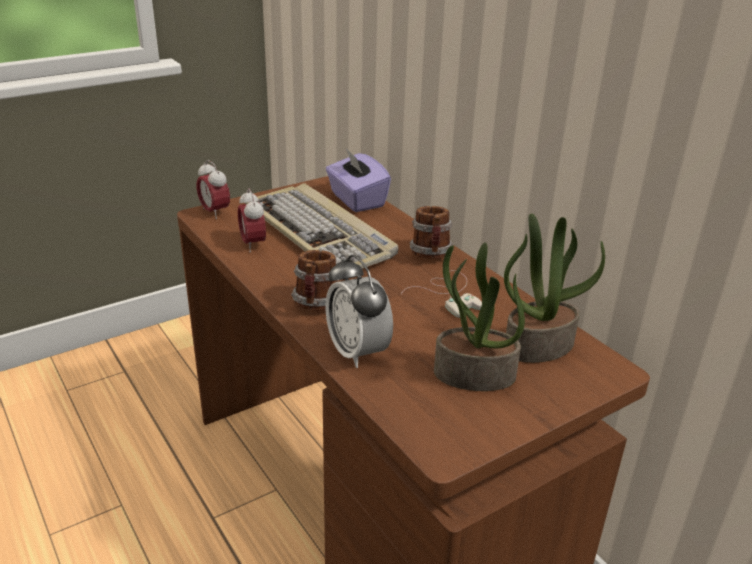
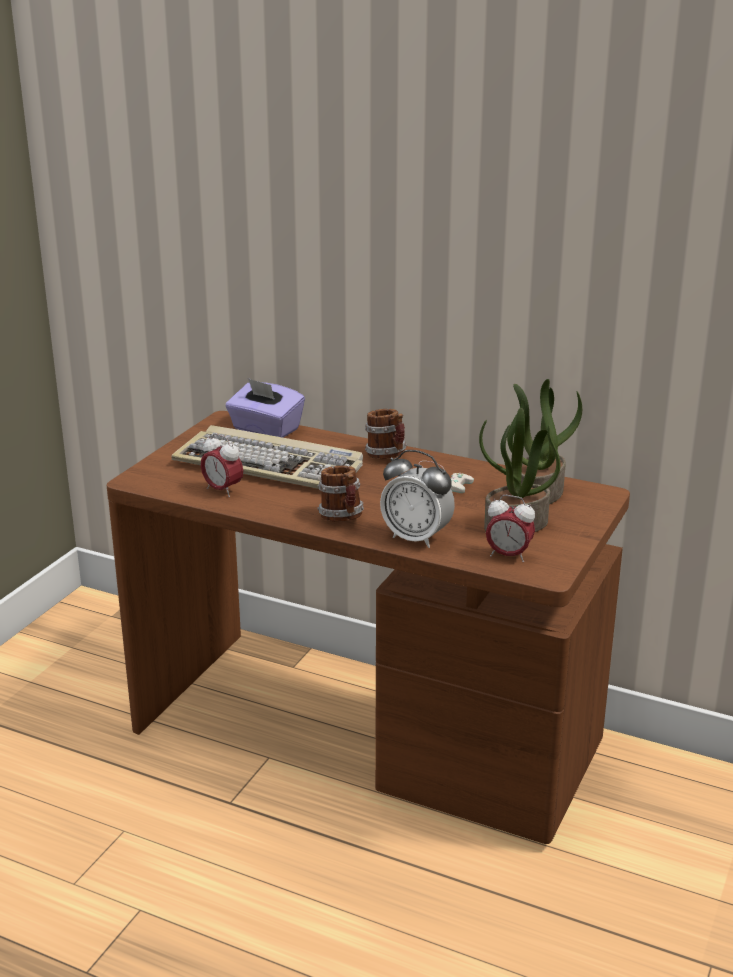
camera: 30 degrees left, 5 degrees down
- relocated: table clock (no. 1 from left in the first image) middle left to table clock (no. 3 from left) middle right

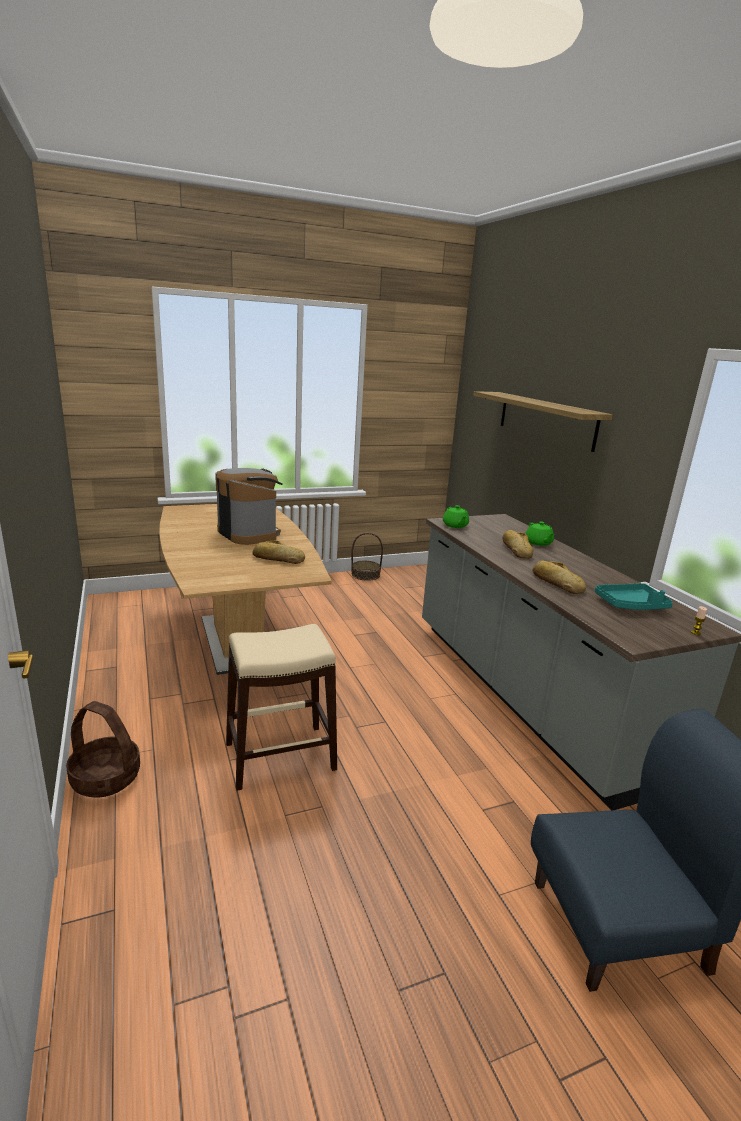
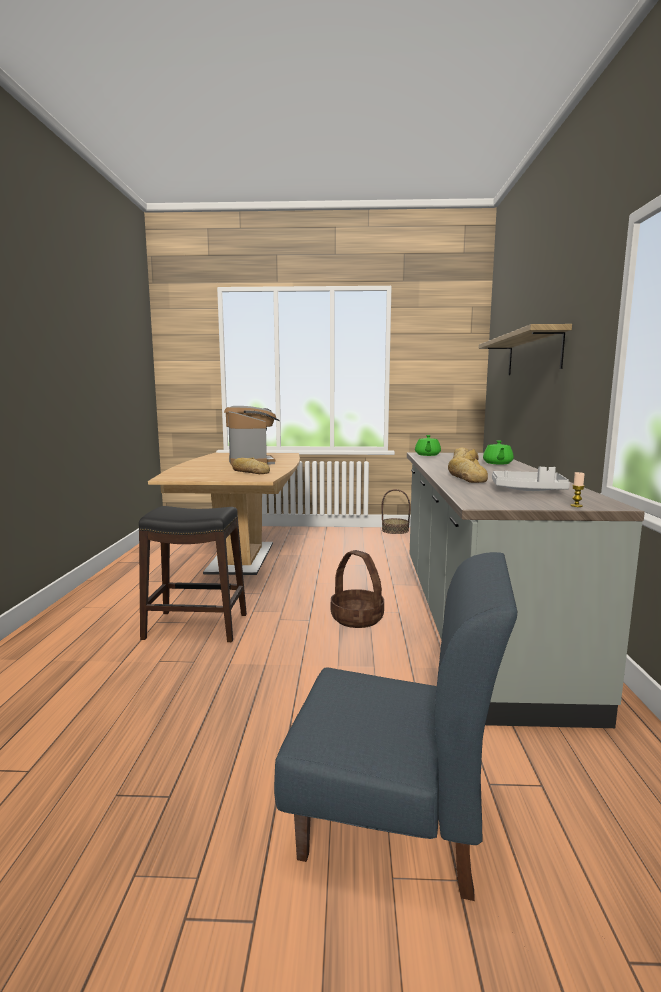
camera: 25 degrees right, 10 degrees down
- colour: carrying tray/blue-green middle right to carrying tray/gray middle right
- colour: stool/beige-coloured centre to stool/black-coloured middle left
- relocated: household basket (no. 1 from left) bottom left to centre

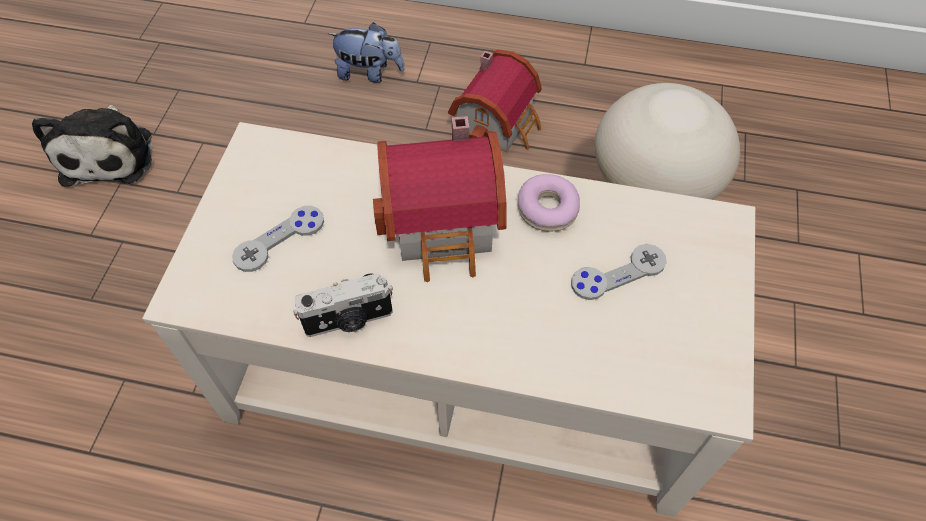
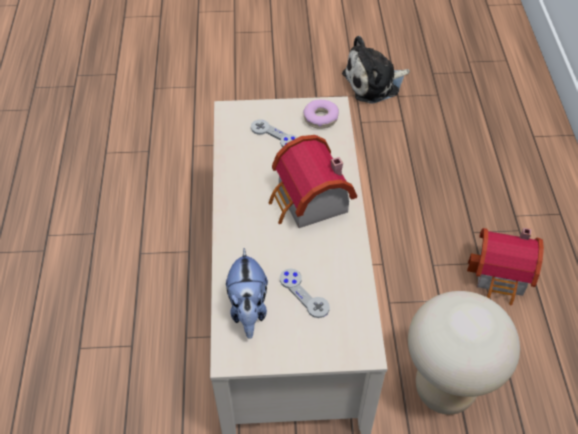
camera: 75 degrees right, 5 degrees down
- relocated: plush toy (no. 2 from left in the first image) top centre to plush toy (no. 1 from left) bottom centre
- relocated: doughnut centre to top centre
- missing: still camera centre

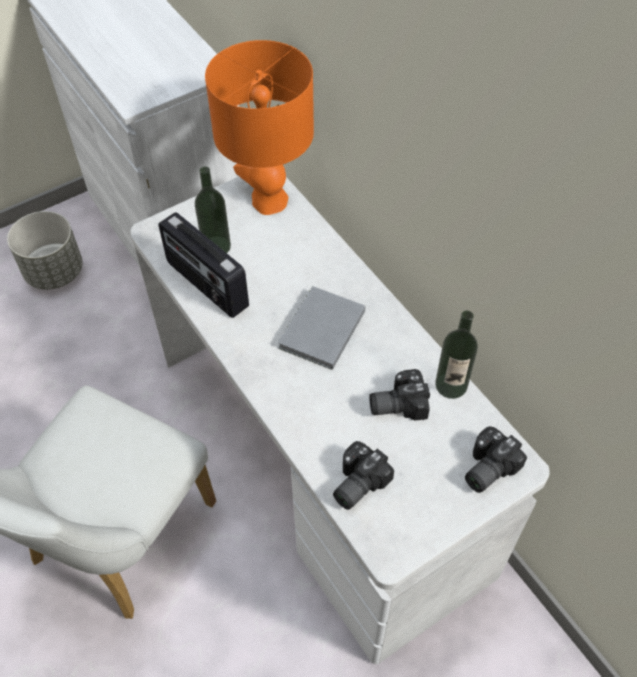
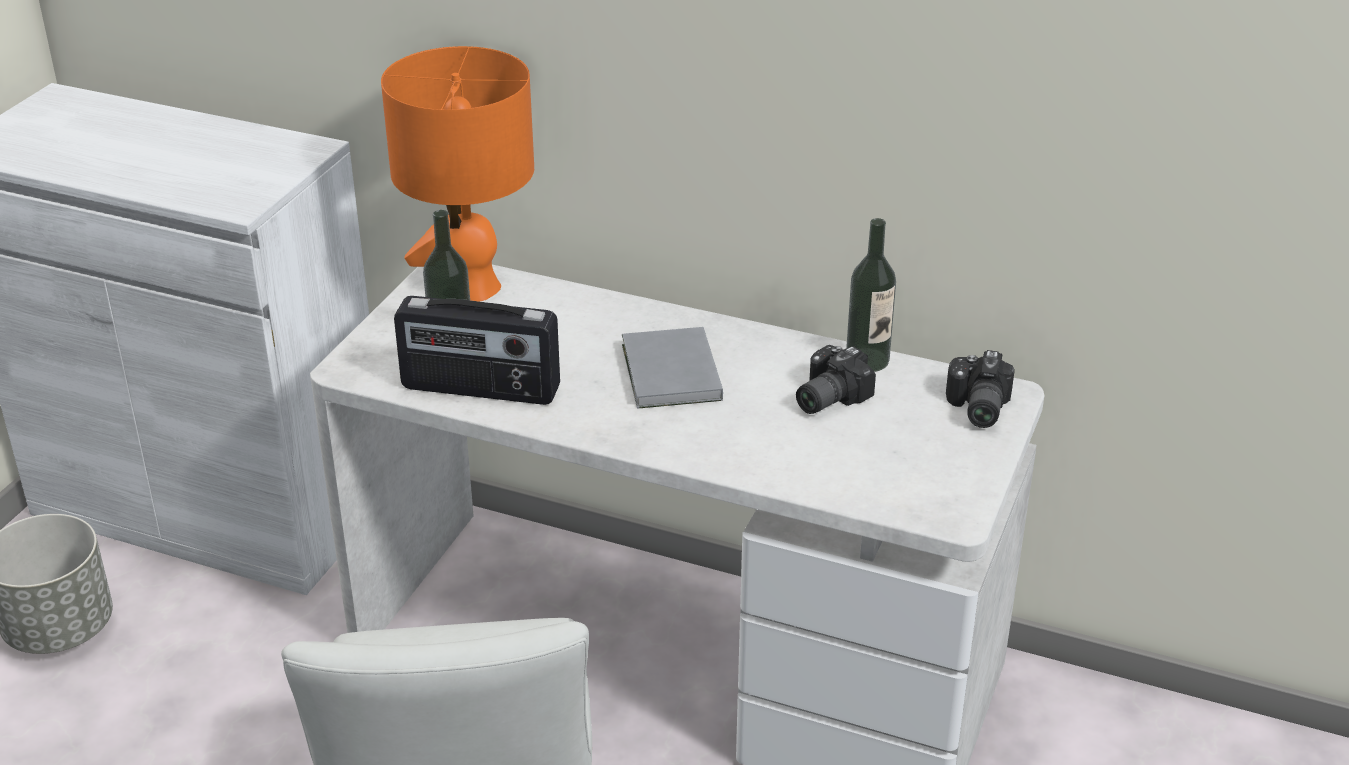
camera: 35 degrees left, 20 degrees down
- missing: still camera (no. 1 from left) bottom centre

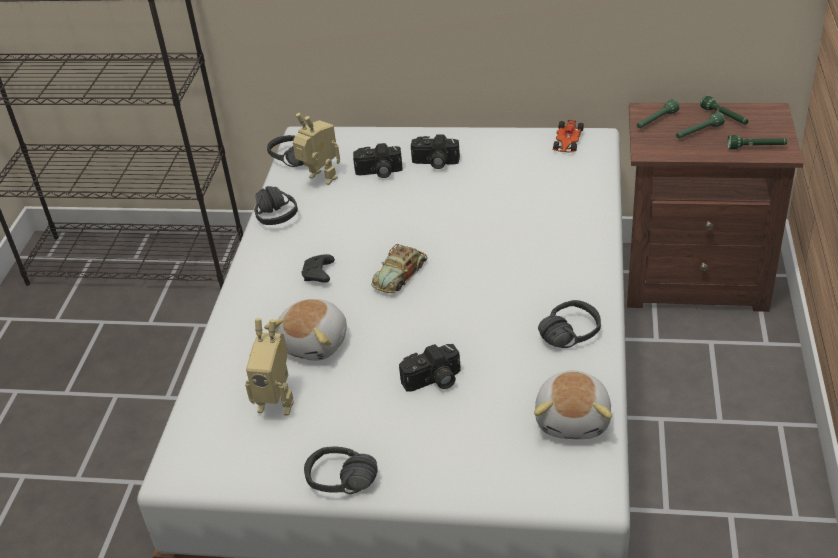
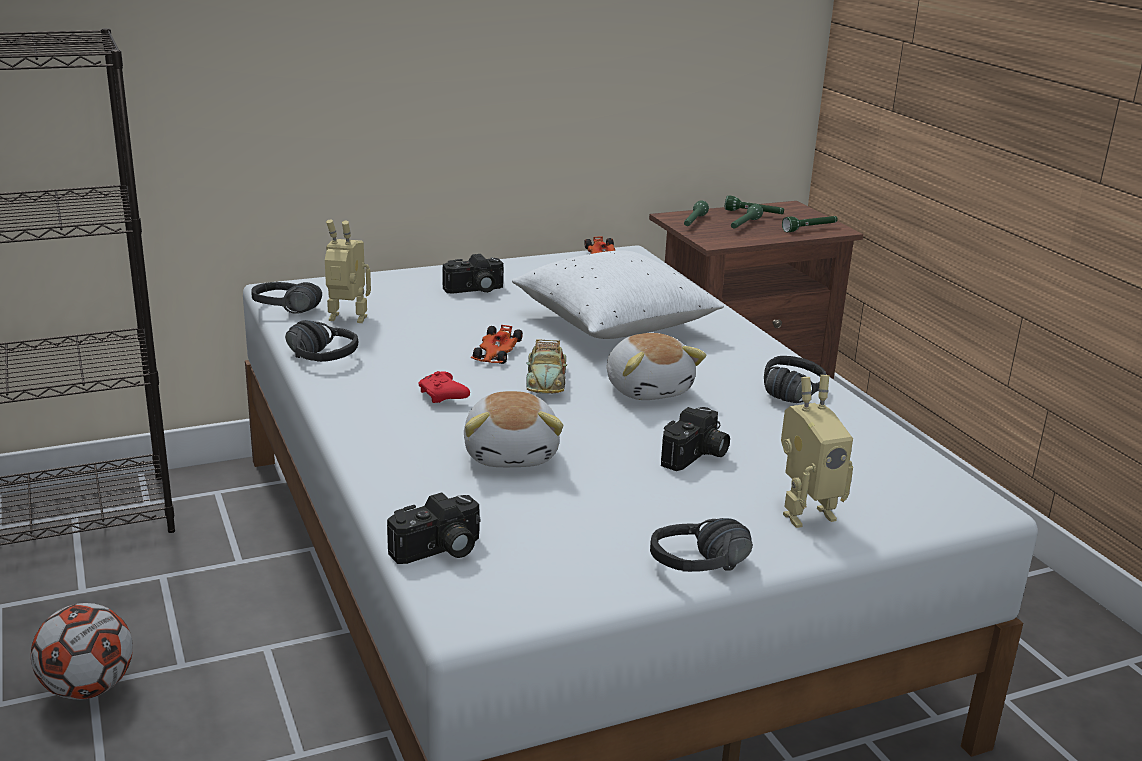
camera: 35 degrees left, 15 degrees down
- relocated: still camera (no. 1 from left) top centre to bottom centre
- colour: gamepad/black-coloured centre to gamepad/reddish centre
- relocated: toy robot (no. 1 from left in the first image) middle left to toy robot (no. 2 from left) middle right
- relocated: plush toy (no. 2 from left) bottom right to centre
- appeared: pillow/white-coloured centre
- appeared: model car (no. 1 from left) centre
- appeared: football bottom left

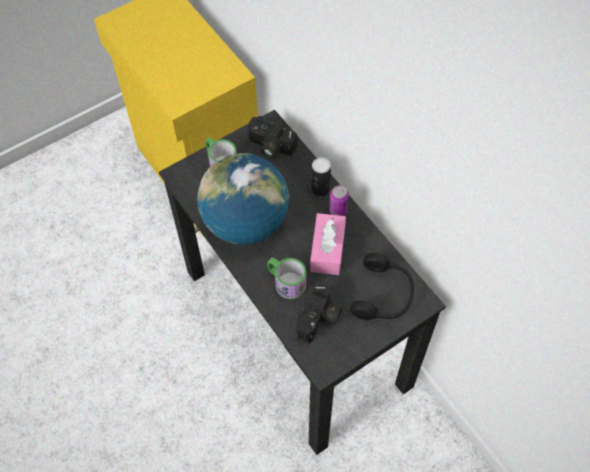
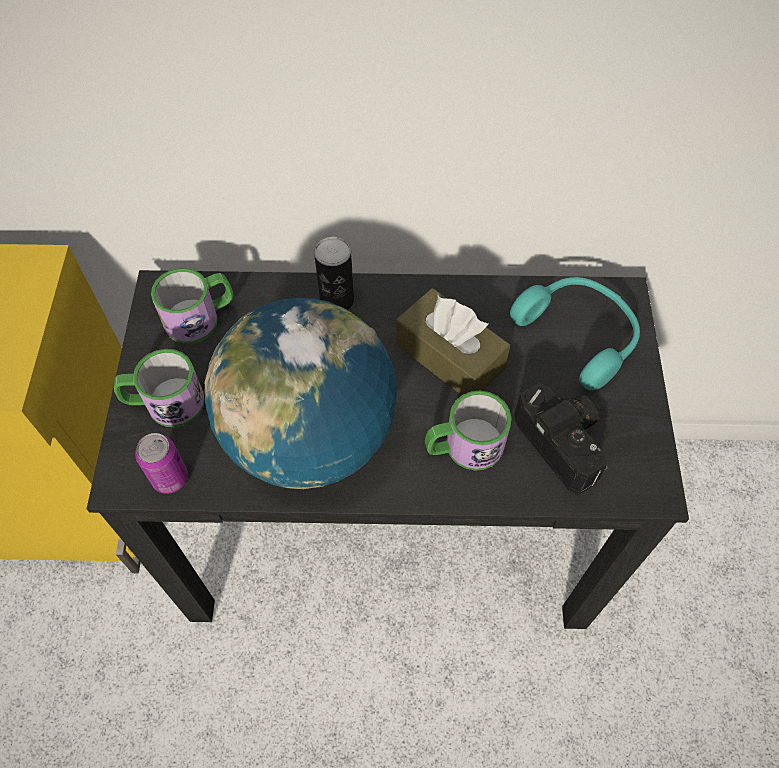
camera: 55 degrees left, 0 degrees up
- exchanged: still camera (no. 1 from left) top centre to tea mug (no. 2 from left) middle left
- relocated: can (no. 2 from left in the first image) centre to can (no. 1 from left) middle left
- colour: tissue holder/pink centre to tissue holder/brown centre
- colour: headset/black-coloured centre to headset/blue-green middle right

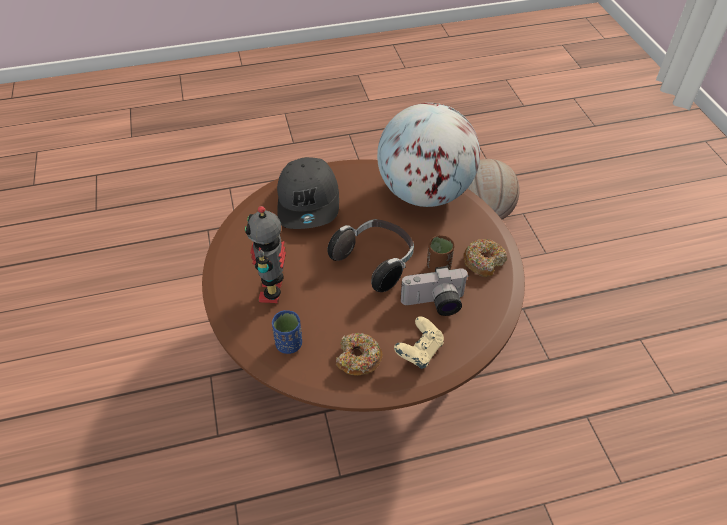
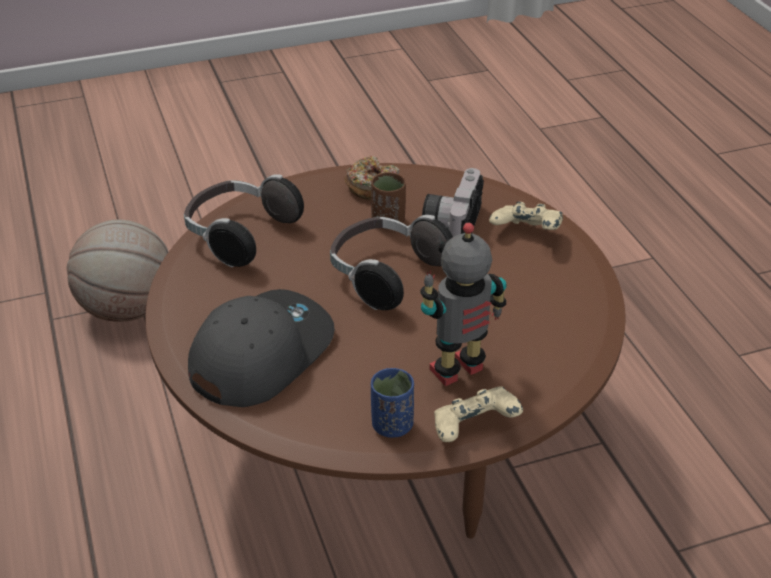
camera: 95 degrees left, 10 degrees down
- exchanged: world globe top centre to headset (no. 1 from left) middle left
- spun: baseball cap/gray centre = centre 45 degrees counterclockwise
- spun: toy robot centre = centre 150 degrees clockwise
- spun: still camera centre = centre 150 degrees counterclockwise
- relocated: drinking cup/blue-coloured centre to bottom centre
- missing: doughnut (no. 1 from left) bottom centre
- appeared: gamepad/beige-coloured (no. 1 from left) bottom centre

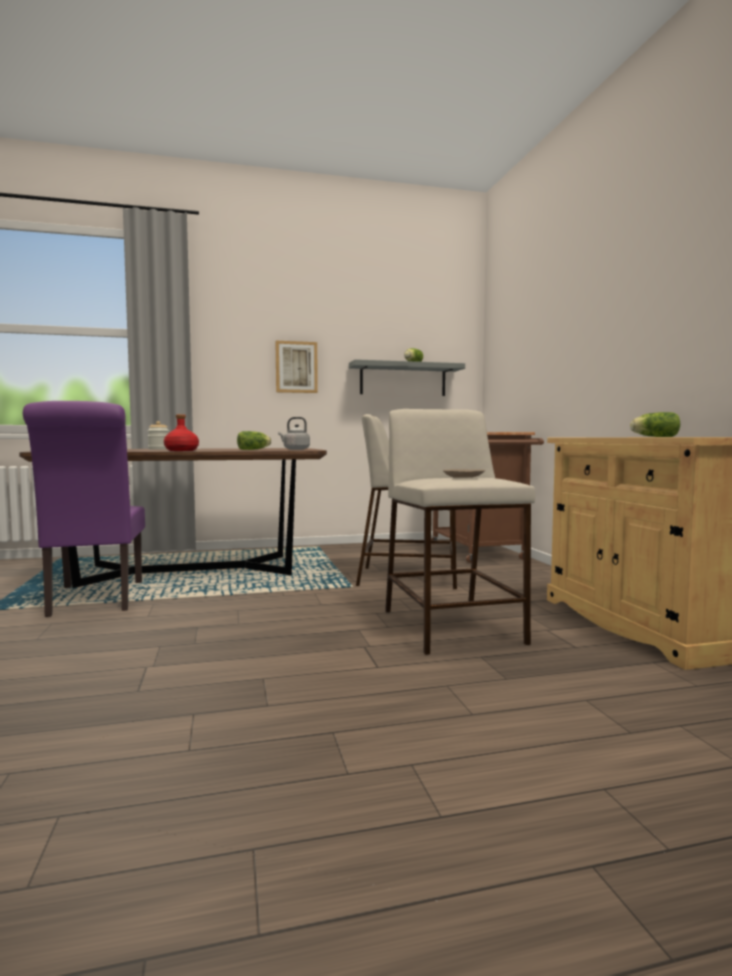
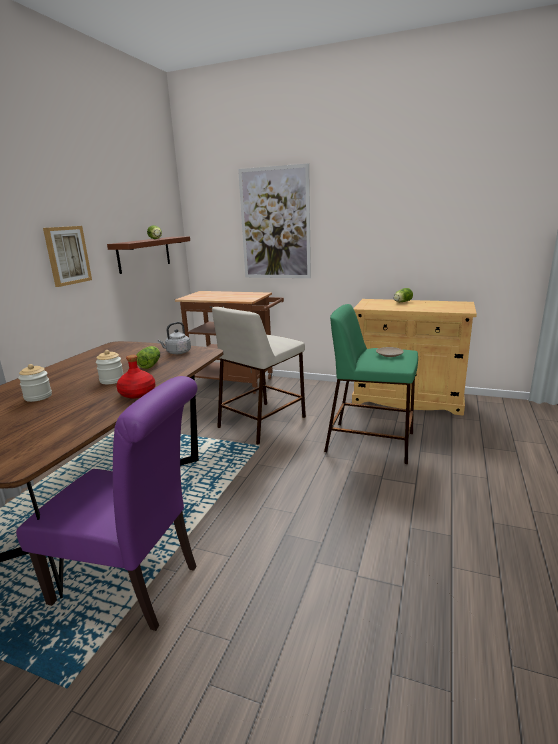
camera: 55 degrees left, 15 degrees up
- colour: wall shelf/gray centre to wall shelf/brown middle left
- colour: stool/beige-coloured (no. 2 from left) centre to stool/green centre
- appeared: wall art (no. 2 from left) top centre
- appeared: preserve jar (no. 2 from left) middle left

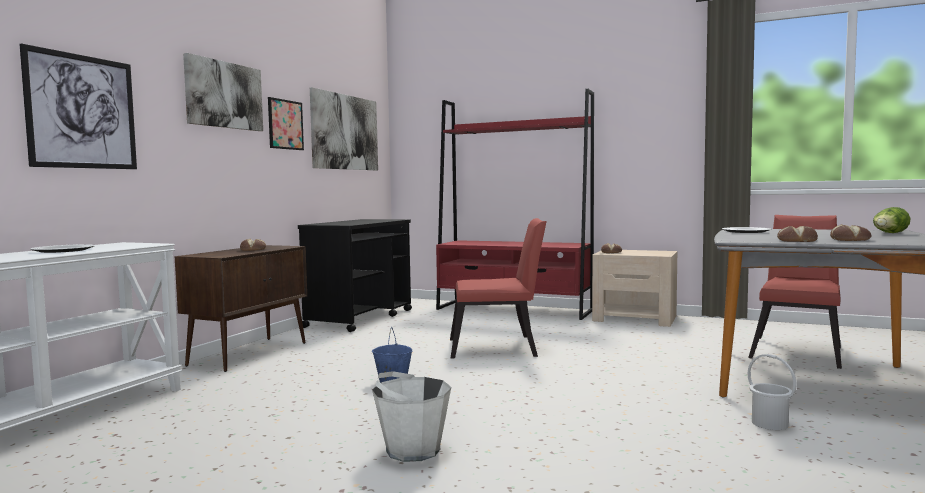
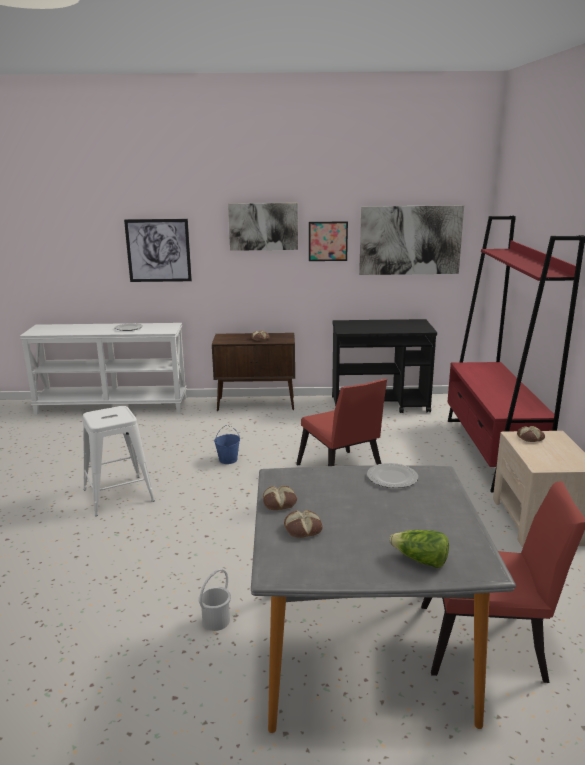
camera: 65 degrees right, 15 degrees up
- exchanged: bucket/white-coloured (no. 1 from left) bottom centre to stool/white-coloured middle left

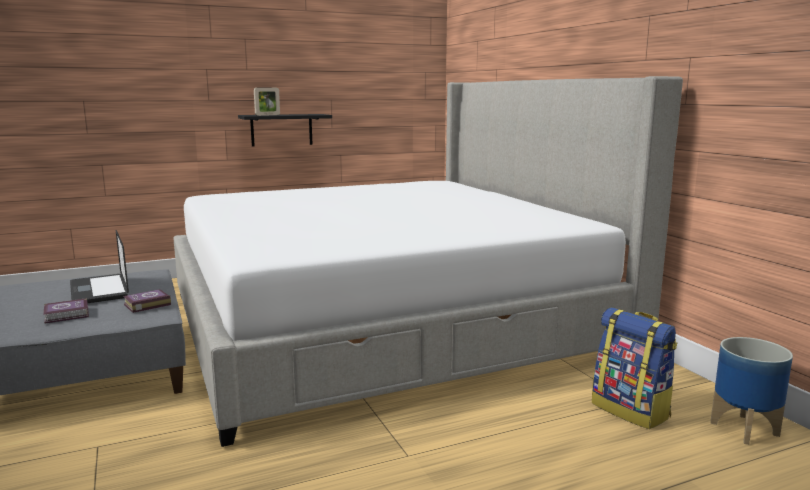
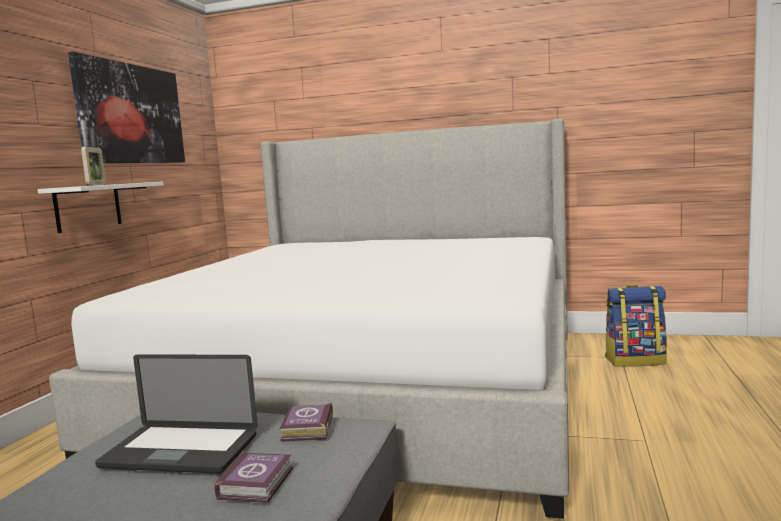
camera: 50 degrees left, 5 degrees down
- colour: wall shelf/black-coloured top centre to wall shelf/white-coloured middle left
- missing: flower pot bottom right
- appeared: wall art top left

